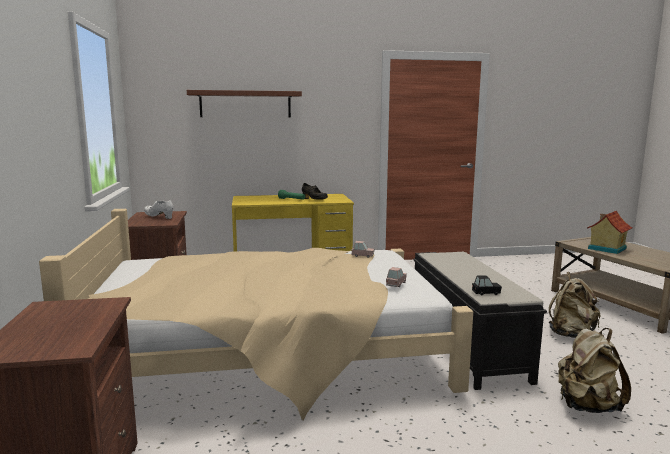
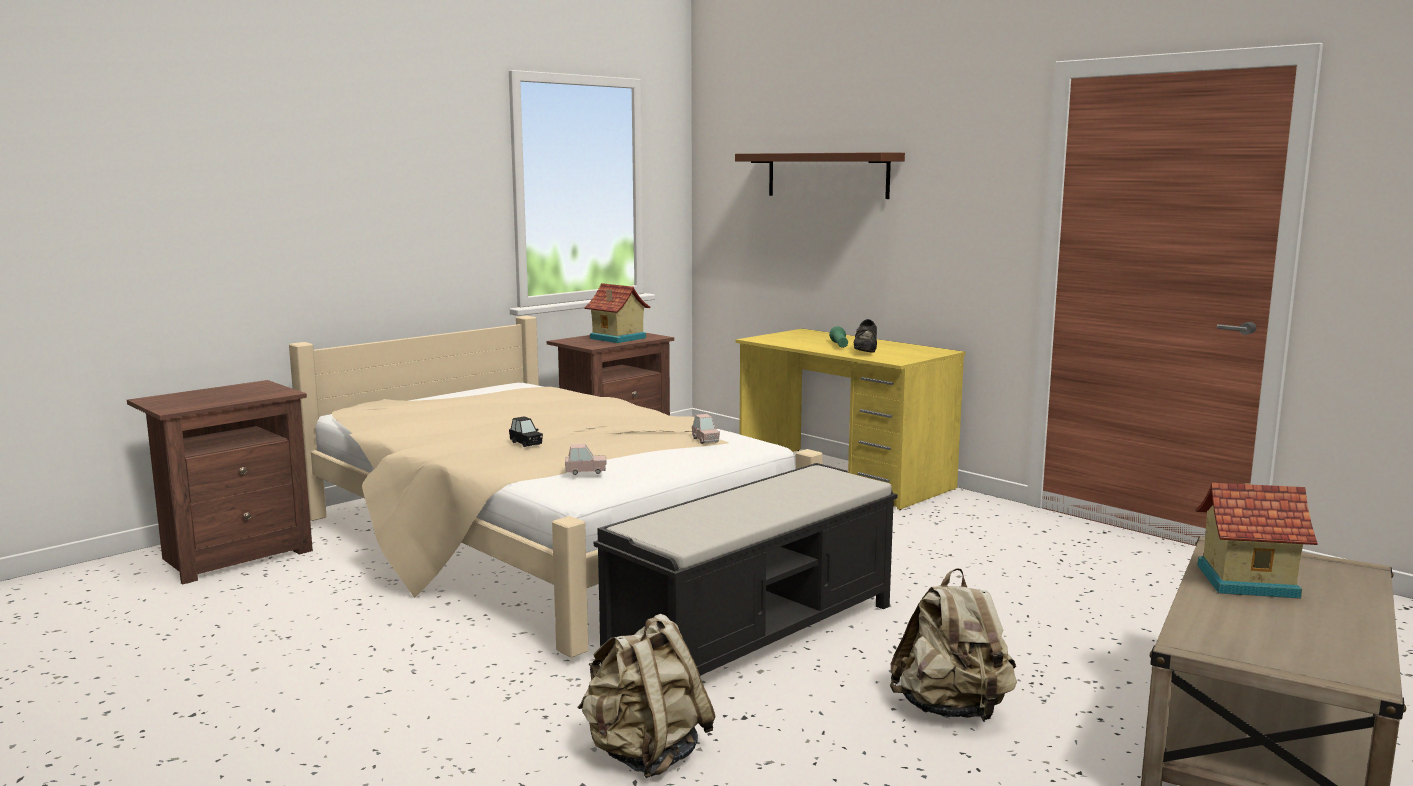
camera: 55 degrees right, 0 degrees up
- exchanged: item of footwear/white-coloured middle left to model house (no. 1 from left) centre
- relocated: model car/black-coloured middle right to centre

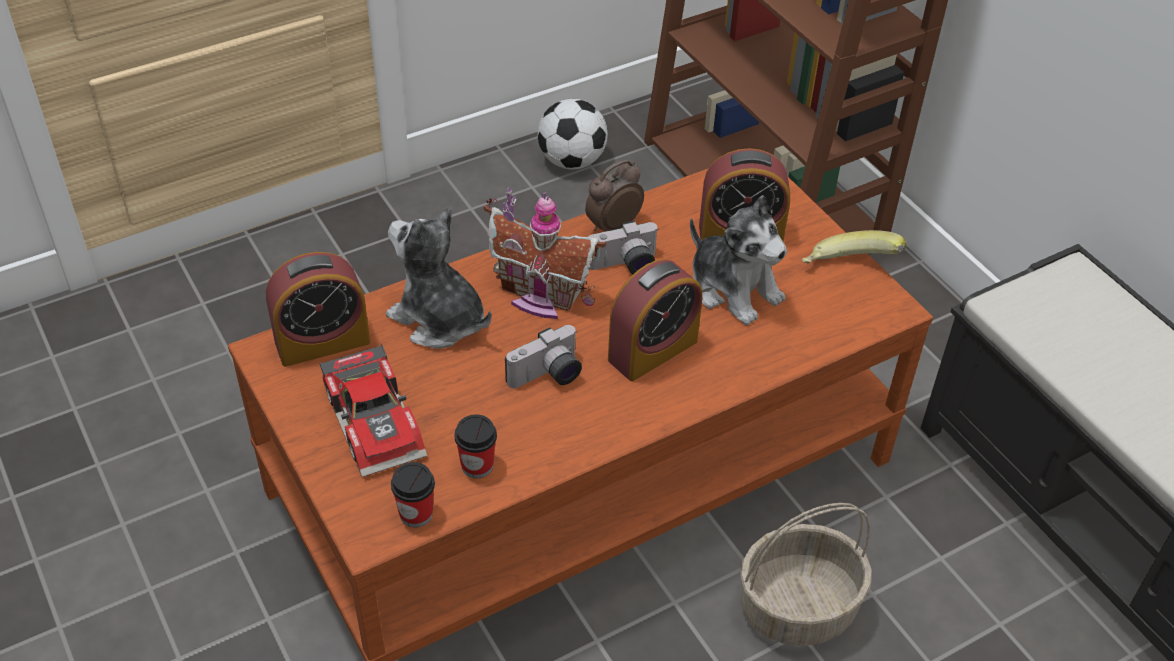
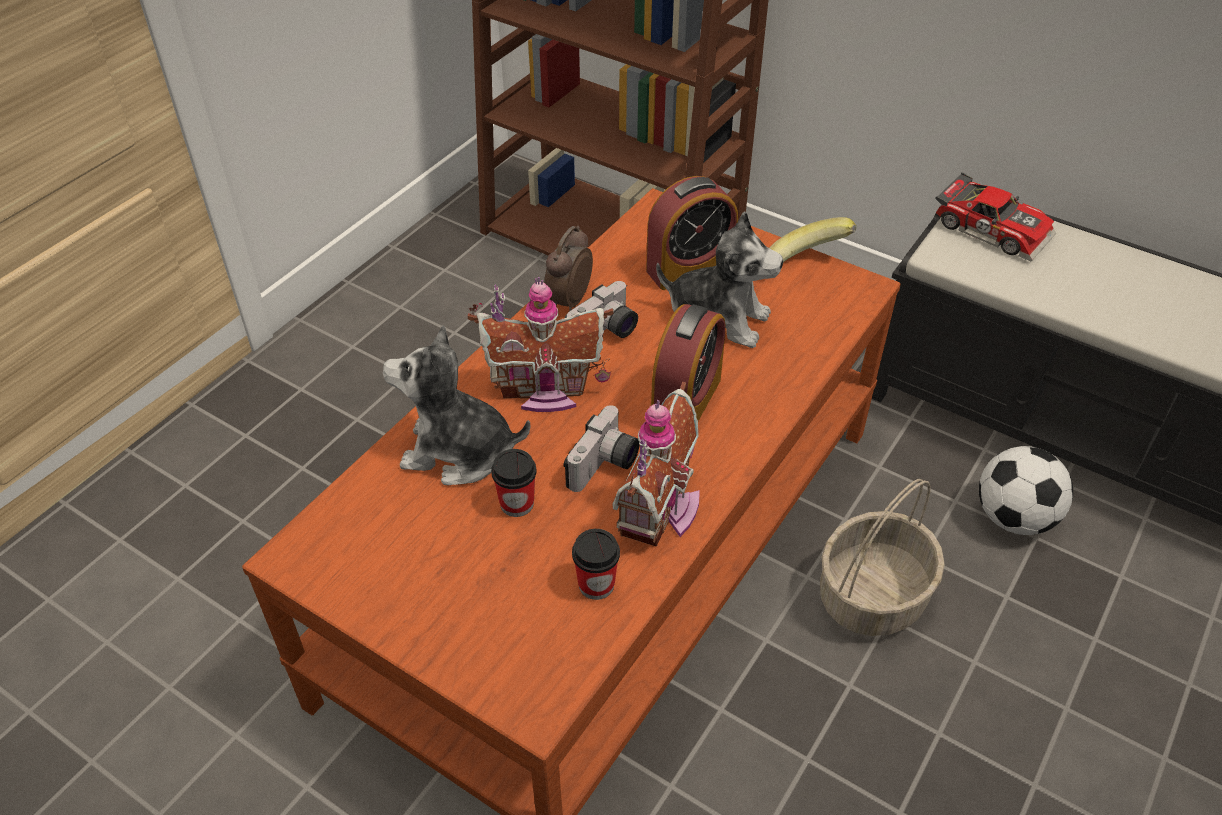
camera: 25 degrees left, 0 degrees up
- relocated: football top centre to middle right
- missing: table clock (no. 1 from left) middle left
- relocated: model car middle left to top right
- relocated: drinking cup (no. 1 from left) bottom centre to centre
- appeared: model house (no. 2 from left) centre

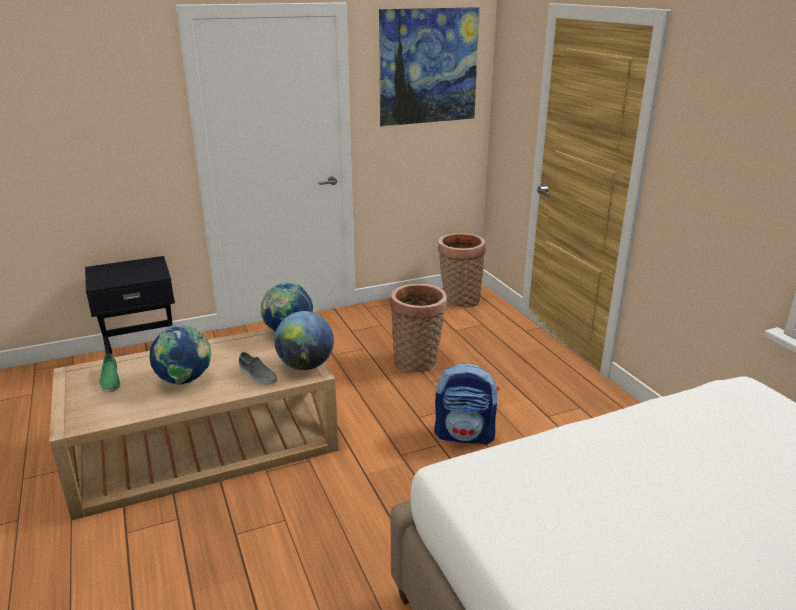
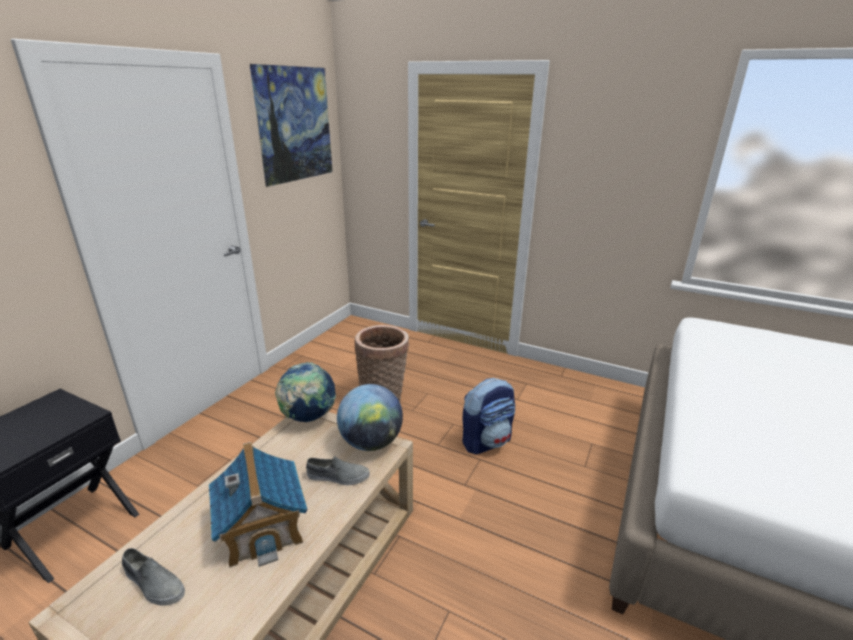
camera: 40 degrees left, 0 degrees up
- missing: household basket (no. 2 from left) centre
- exchanged: world globe (no. 1 from left) middle left to model house bottom left
- colour: item of footwear/green middle left to item of footwear/gray (no. 1 from left) bottom left

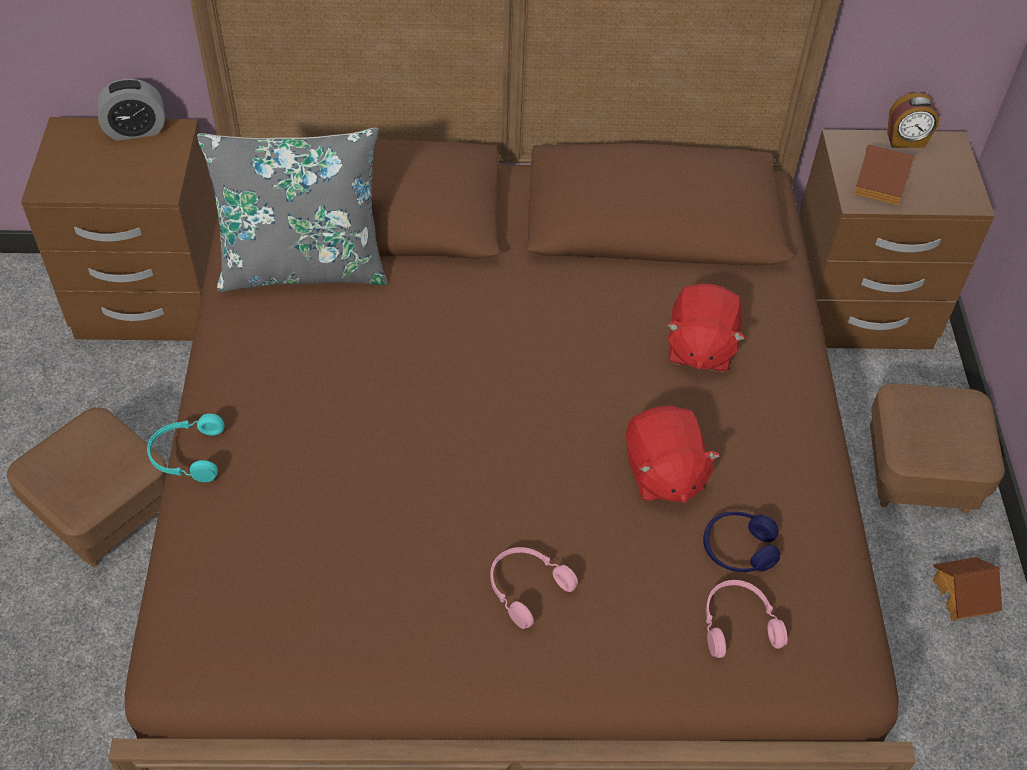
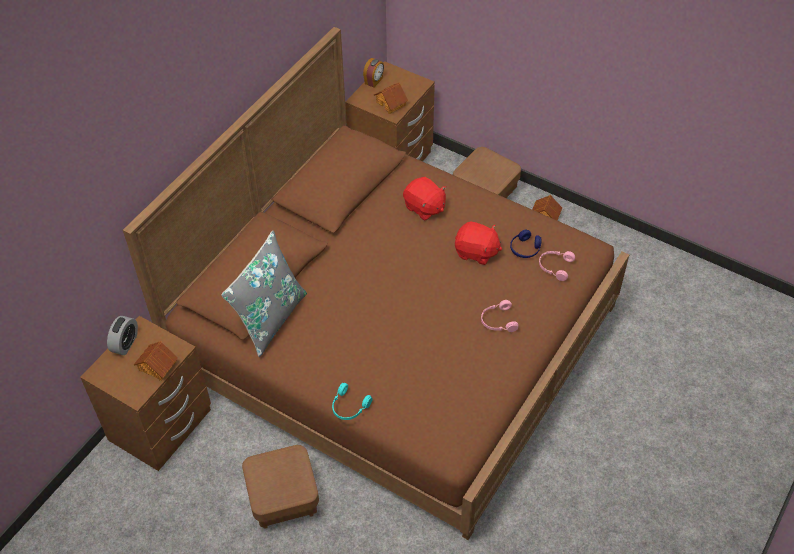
camera: 55 degrees left, 0 degrees up
- appeared: model house (no. 1 from left) middle left

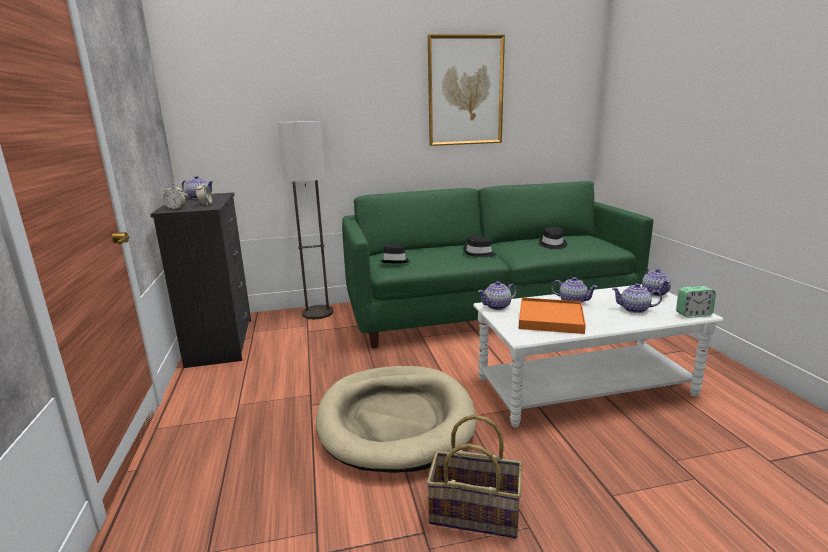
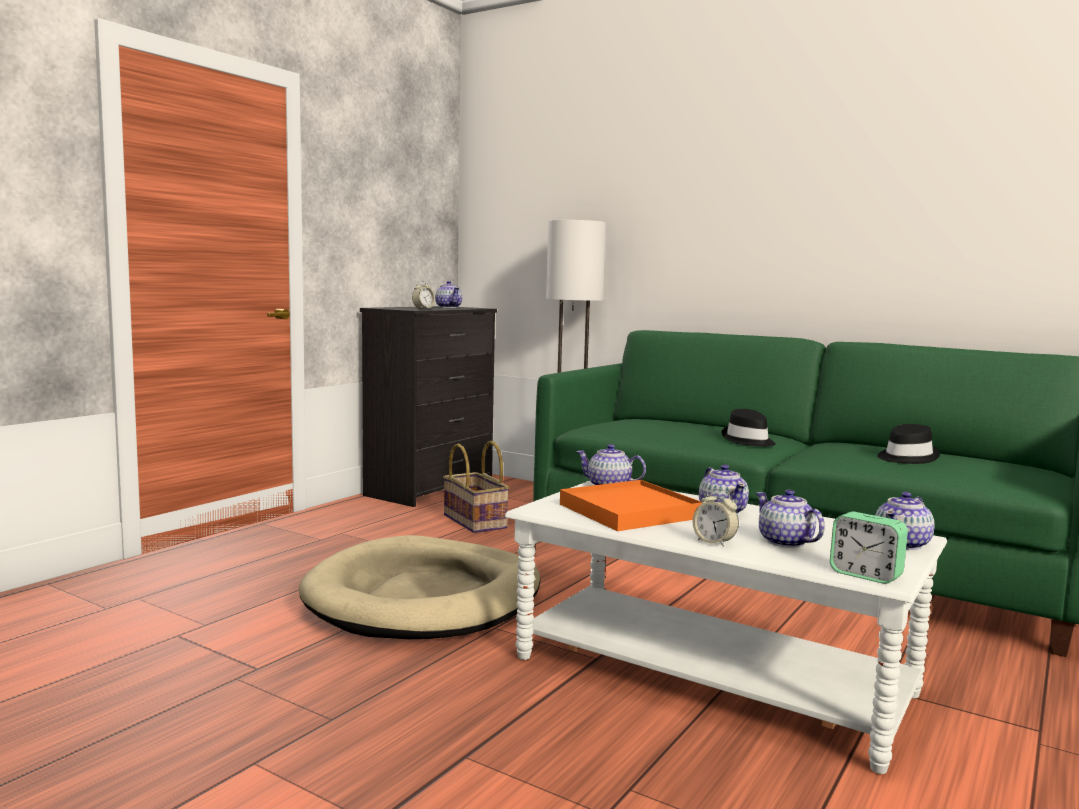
camera: 45 degrees right, 10 degrees down
- missing: wall art top centre
- relocated: table clock (no. 1 from left in the first image) middle left to table clock (no. 2 from left) centre
- missing: hat/black-coloured (no. 1 from left) centre
- relocated: household basket bottom centre to centre

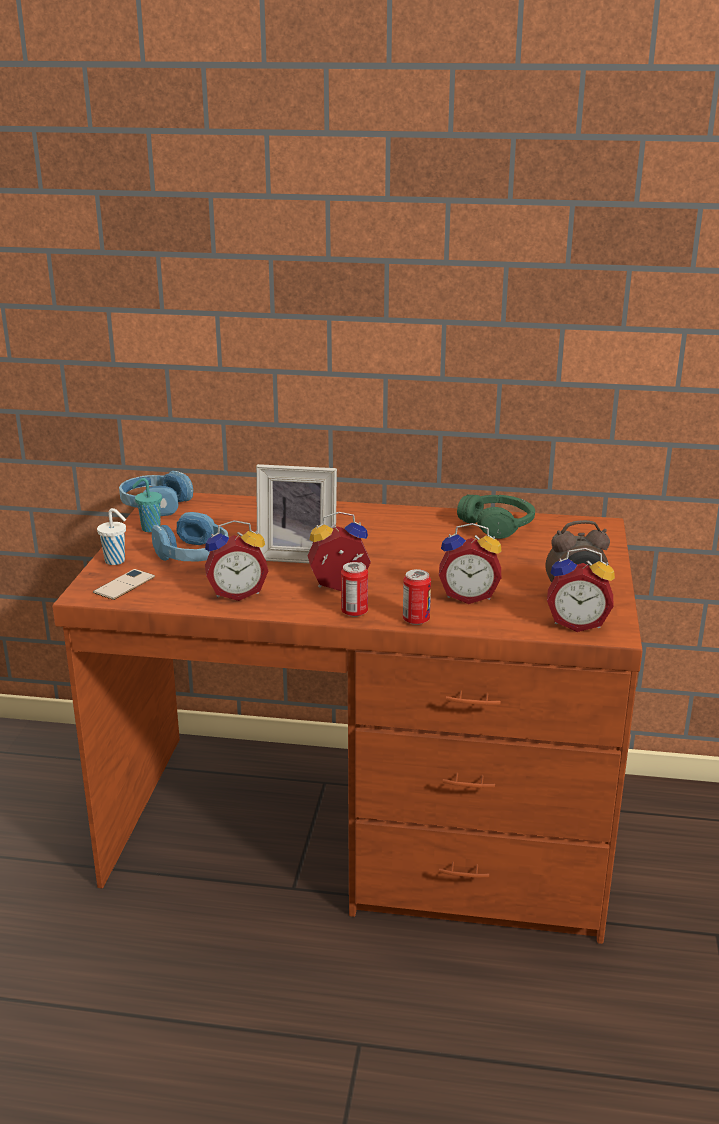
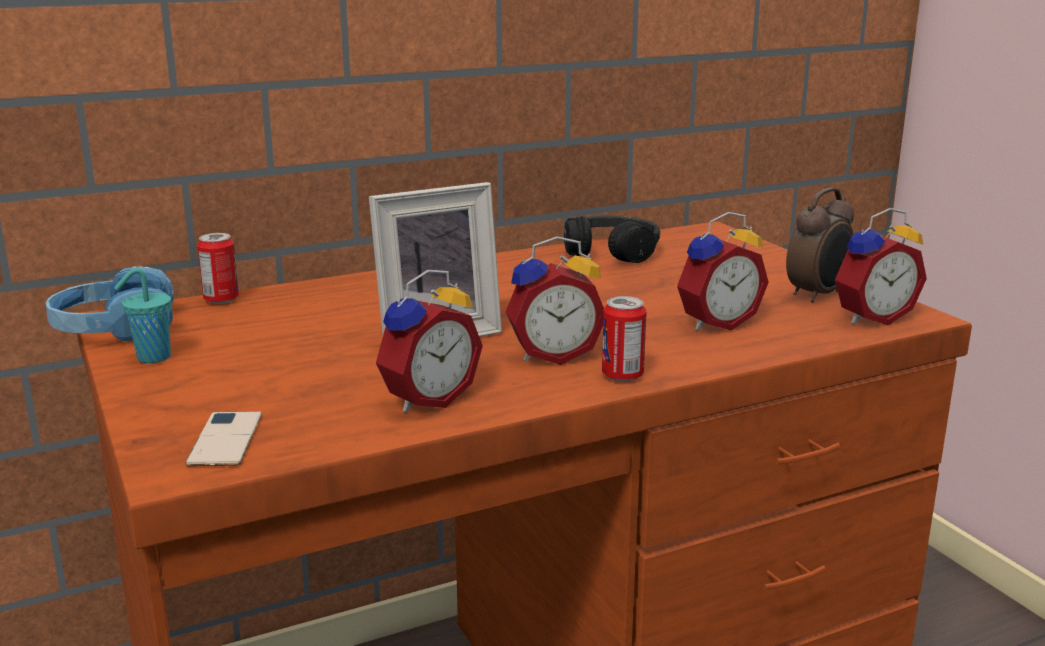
camera: 35 degrees left, 5 degrees down
- colour: headset/green middle right to headset/black-coloured centre
- missing: drinking cup/white-coloured middle left
- missing: headset/blue-coloured (no. 2 from left) middle left
- spun: table clock (no. 2 from left) centre = centre 150 degrees counterclockwise
- relocated: can (no. 2 from left in the first image) centre to can (no. 1 from left) middle left

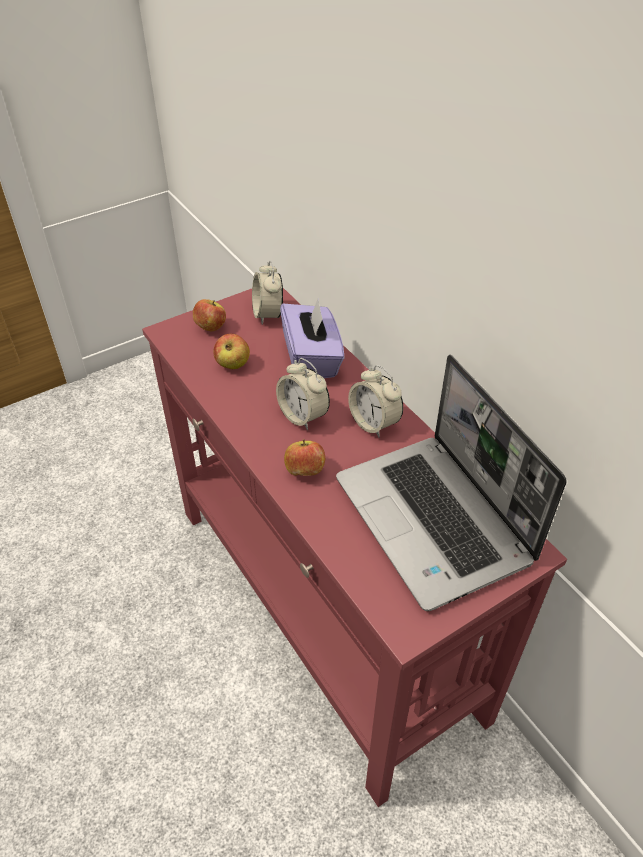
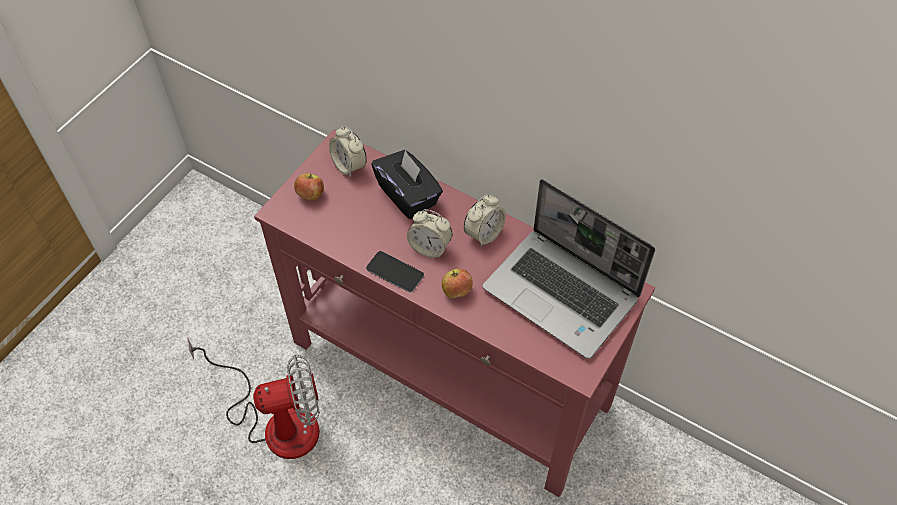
camera: 25 degrees left, 10 degrees up
- colour: tissue holder/purplish centre to tissue holder/black-coloured centre
- missing: apple fruit (no. 2 from left) centre
- spun: table clock (no. 3 from left) centre = centre 75 degrees counterclockwise
- appeared: phone centre
- appeared: cooling fan bottom left

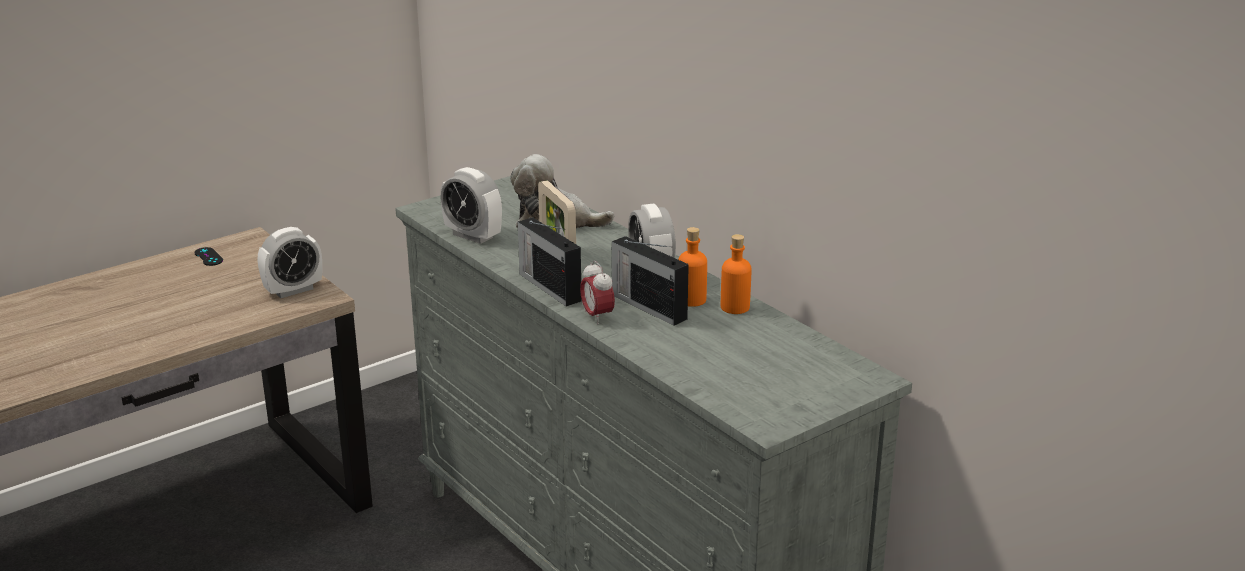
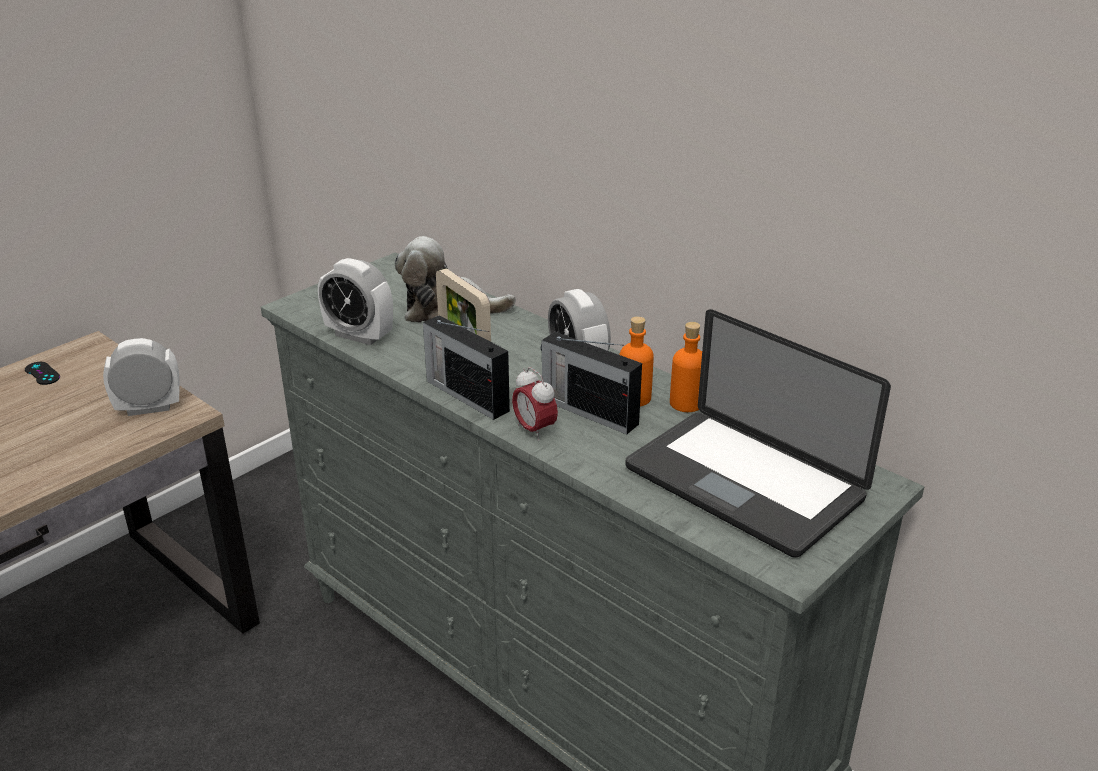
camera: 10 degrees left, 5 degrees up
- spun: table clock (no. 1 from left) middle left = middle left 150 degrees counterclockwise
- appeared: portable computer middle right

